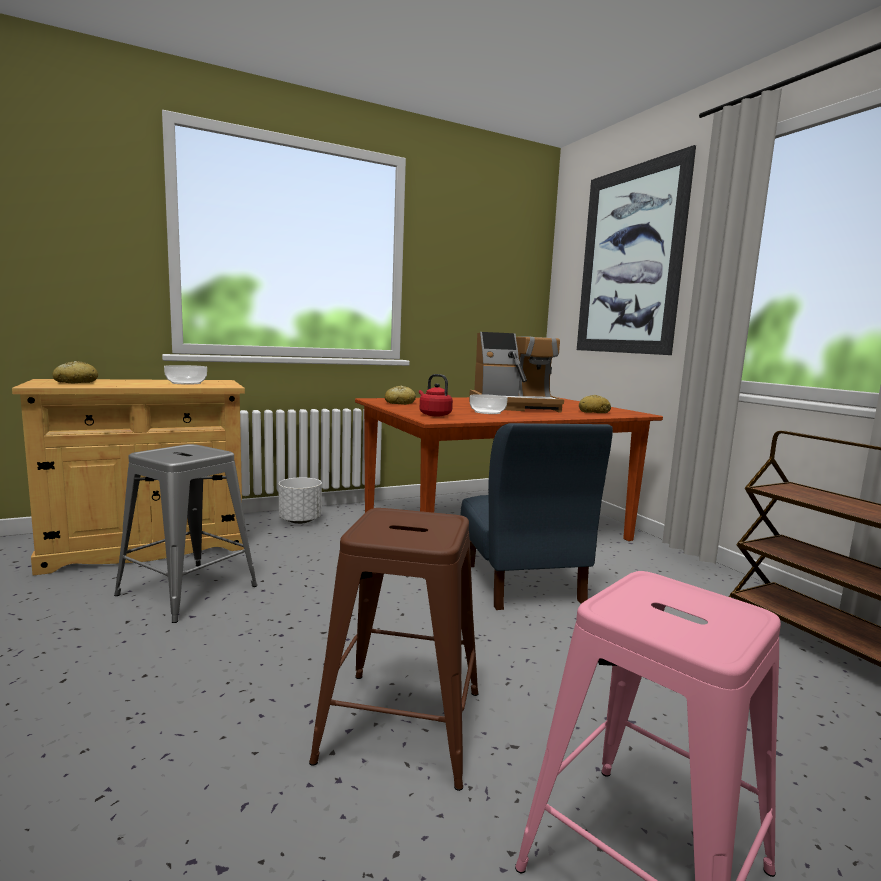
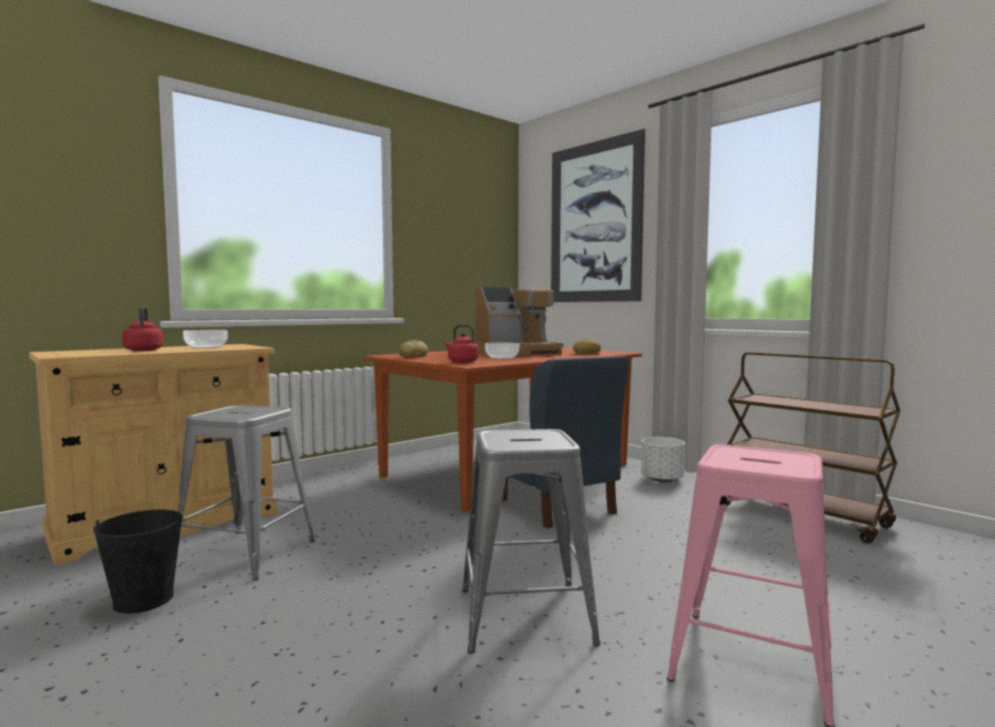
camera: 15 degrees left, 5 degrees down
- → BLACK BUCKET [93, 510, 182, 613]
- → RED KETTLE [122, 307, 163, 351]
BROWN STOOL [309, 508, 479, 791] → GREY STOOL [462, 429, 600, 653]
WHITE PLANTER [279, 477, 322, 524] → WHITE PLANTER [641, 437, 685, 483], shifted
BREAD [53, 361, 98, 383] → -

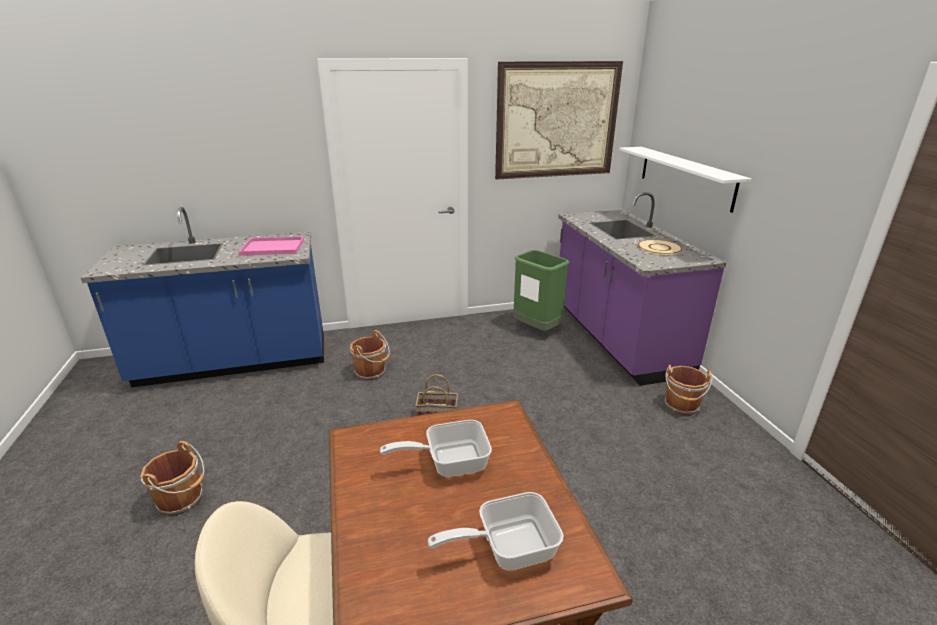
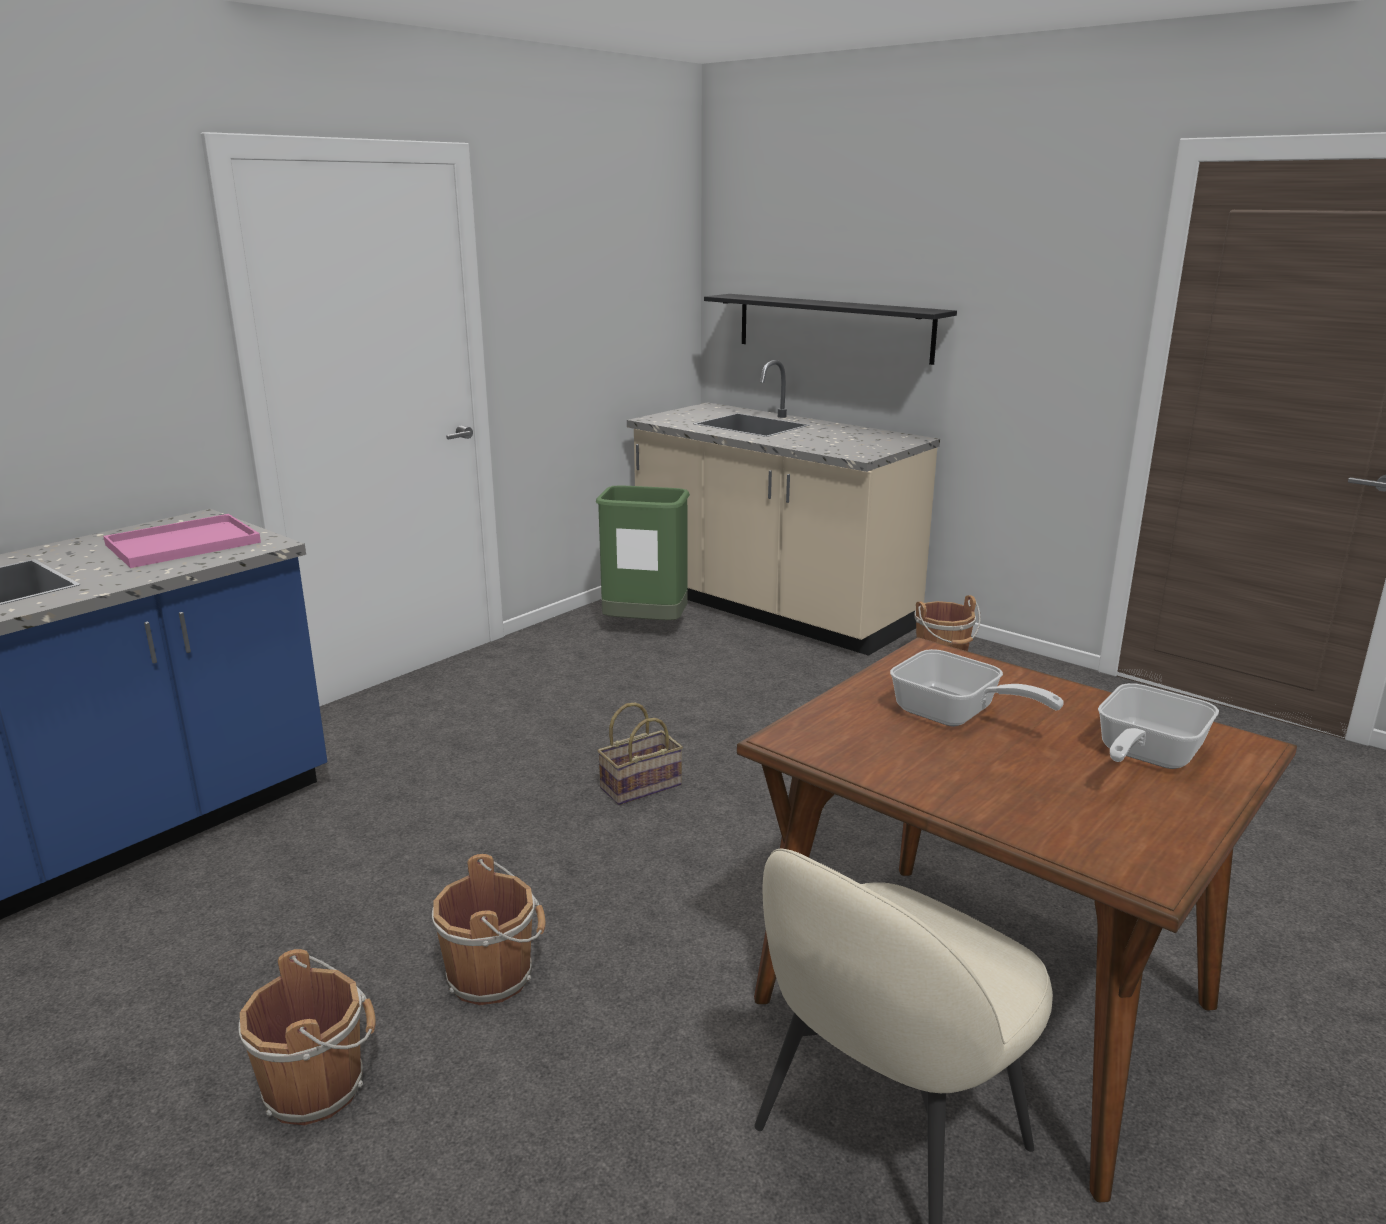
camera: 35 degrees left, 5 degrees down
BROWN BUCKET [350, 330, 390, 381] → BROWN BUCKET [432, 854, 546, 1005], shifted
PURPLE COUNTER [558, 192, 726, 386] → BEIGE COUNTER [627, 360, 940, 656]
WHITE SHELF [619, 147, 751, 213] → BLACK SHELF [704, 294, 957, 365]
FRYING PAN [380, 420, 492, 477] → FRYING PAN [890, 649, 1064, 727], 90 degrees counterclockwise
PICTURE [495, 61, 623, 180] → -
BEIGE PLATE [638, 239, 682, 255] → -

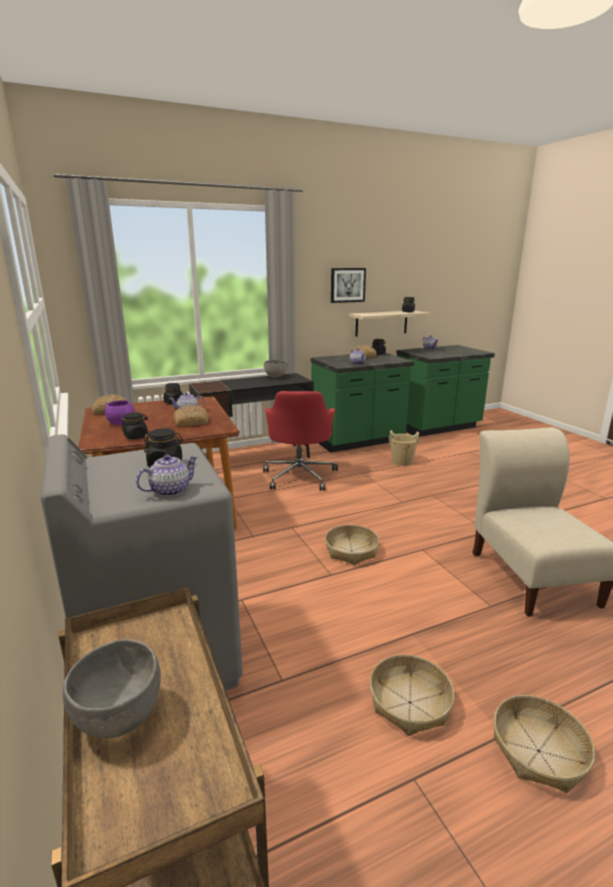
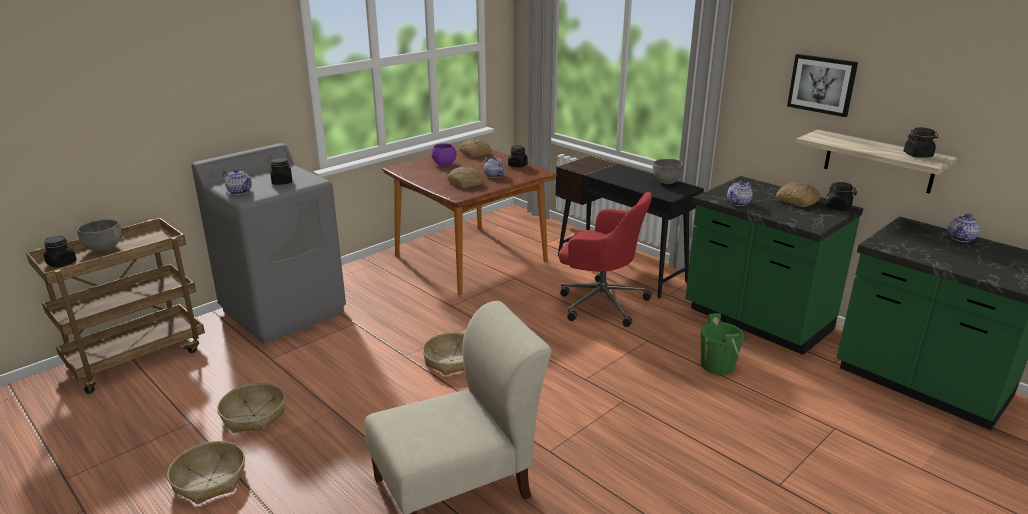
camera: 70 degrees right, 5 degrees up
BLACK JAR [121, 412, 148, 440] → BLACK JAR [44, 236, 77, 268], shifted
RED OFFICE CHAIR [263, 391, 338, 490] → RED OFFICE CHAIR [559, 192, 652, 327], 135 degrees counterclockwise
BEIGE BUCKET [389, 430, 420, 466] → GREEN BUCKET [701, 313, 744, 375]

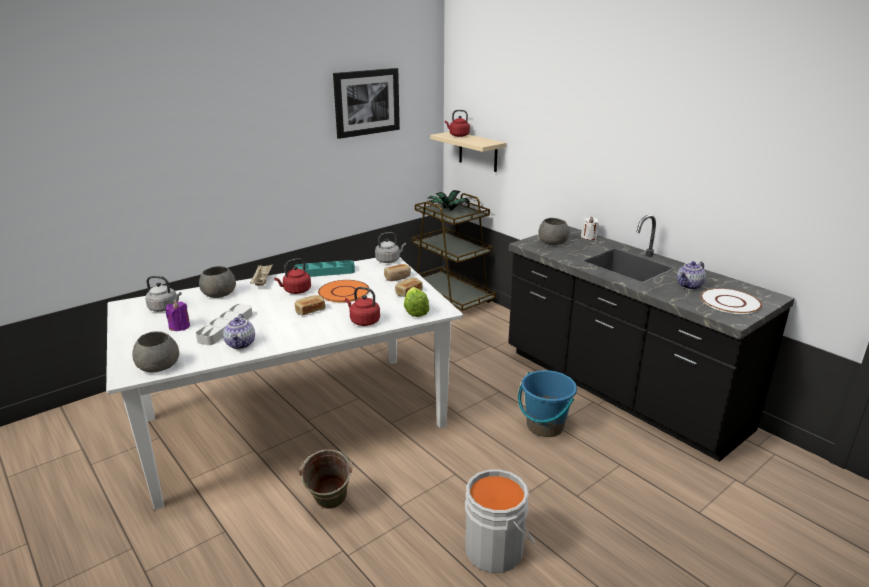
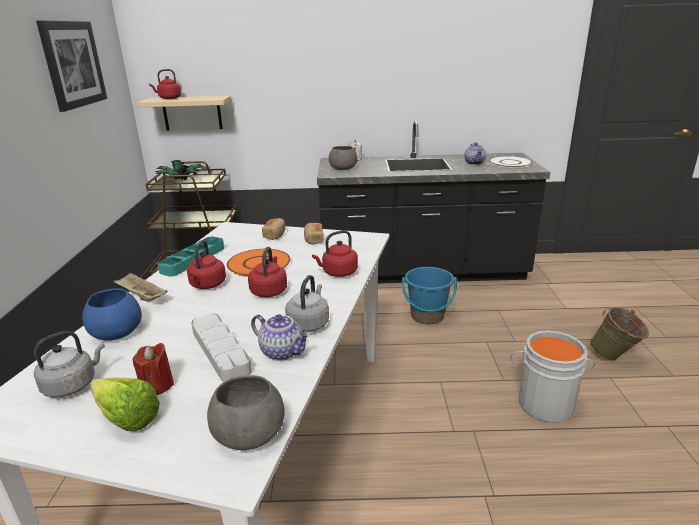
camera: 50 degrees left, 0 degrees up
GREY BOWL [199, 266, 236, 298] → BLUE BOWL [82, 288, 142, 341]
LETTUCE [404, 287, 430, 317] → LETTUCE [90, 378, 160, 431], shifted
PURPLE CANDLE [166, 301, 190, 331] → RED CANDLE [133, 343, 174, 395]
BREAD [295, 295, 326, 315] → RED KETTLE [248, 247, 287, 297]
GREY KETTLE [375, 232, 406, 263] → GREY KETTLE [285, 275, 329, 332], shifted
GREEN BUCKET [299, 449, 353, 509] → GREEN BUCKET [590, 307, 649, 361], shifted

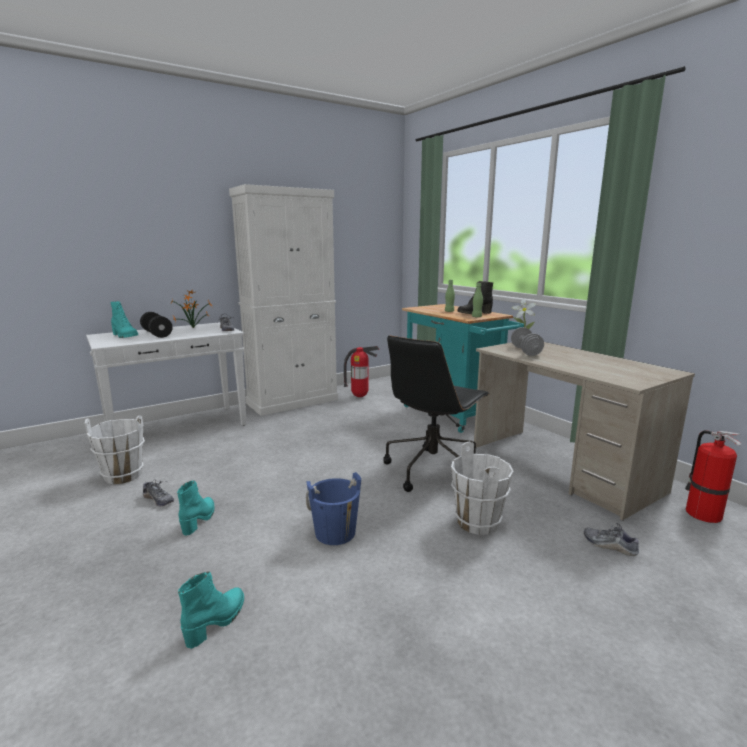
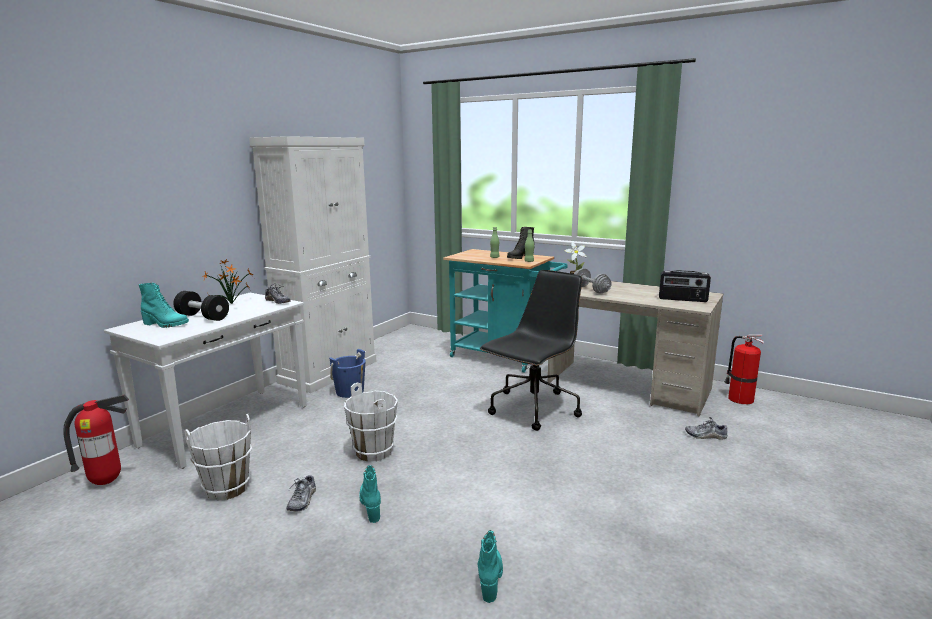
camera: 25 degrees left, 0 degrees up
FIRE EXTINGUISHER [344, 346, 379, 397] → FIRE EXTINGUISHER [64, 395, 129, 485], shifted
SHOE [143, 479, 174, 506] → SHOE [287, 473, 316, 511], 90 degrees clockwise
BLUE BUCKET [306, 472, 361, 545] → BLUE BUCKET [329, 349, 366, 398], shifted
WHITE BUCKET [451, 442, 514, 535] → WHITE BUCKET [344, 382, 398, 461], shifted
BLACK OFFICE CHAIR [383, 336, 490, 492] → BLACK OFFICE CHAIR [480, 270, 582, 431], 150 degrees counterclockwise
- → RADIO [659, 270, 711, 302]

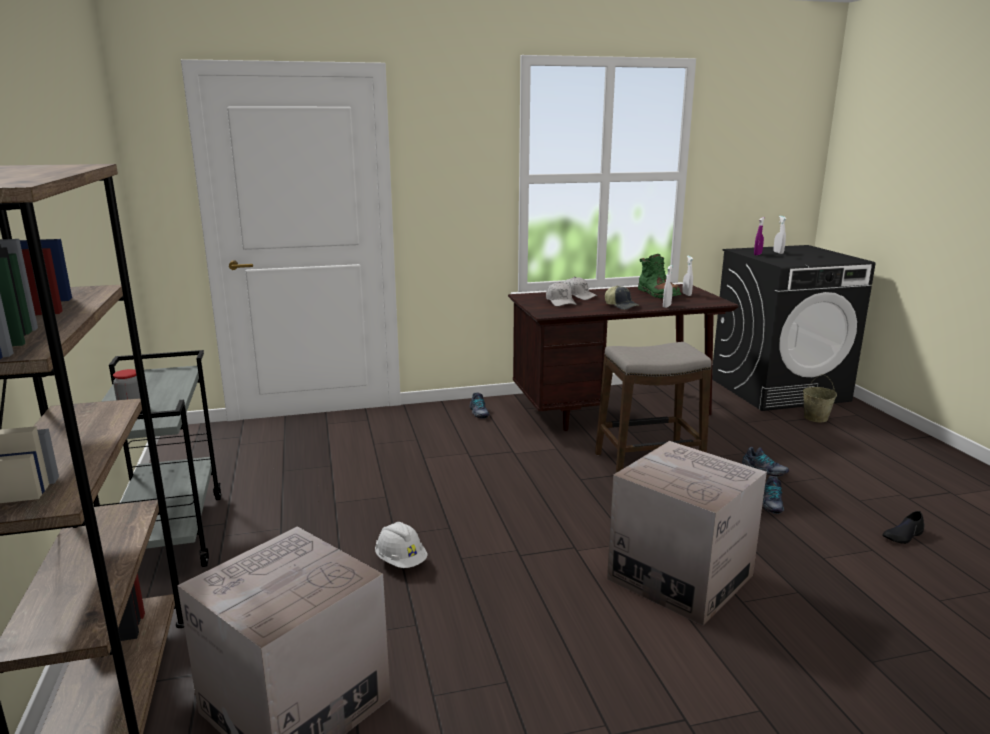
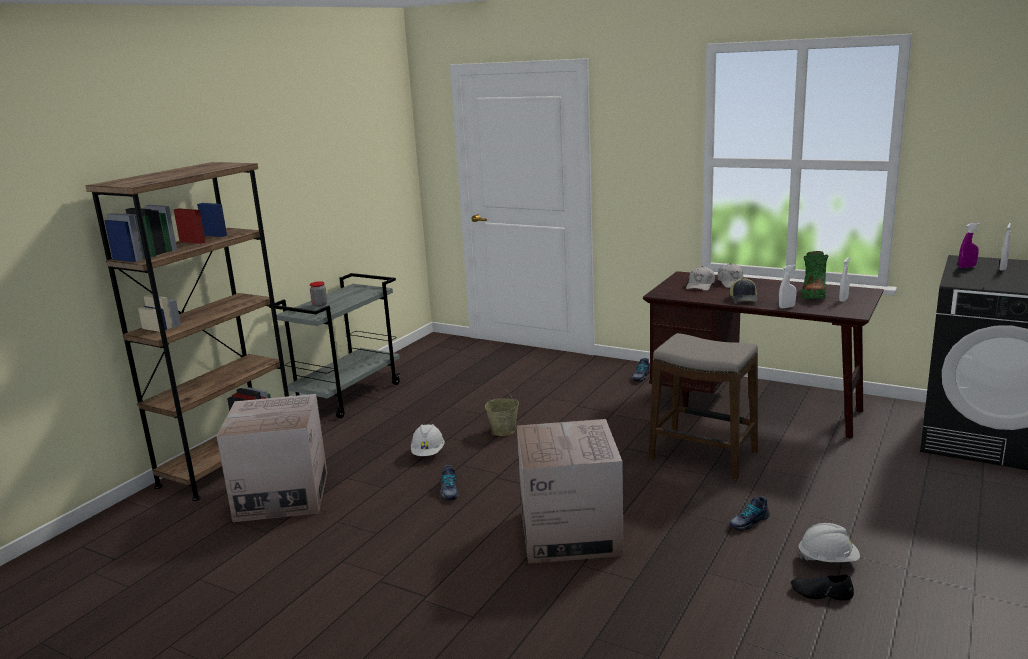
camera: 45 degrees right, 0 degrees up
SHOE [742, 447, 789, 476] → SHOE [440, 465, 459, 501], shifted
BEIGE BUCKET [803, 374, 837, 422] → BEIGE BUCKET [485, 386, 519, 436], shifted
- → WHITE HARD HAT [797, 523, 860, 562]

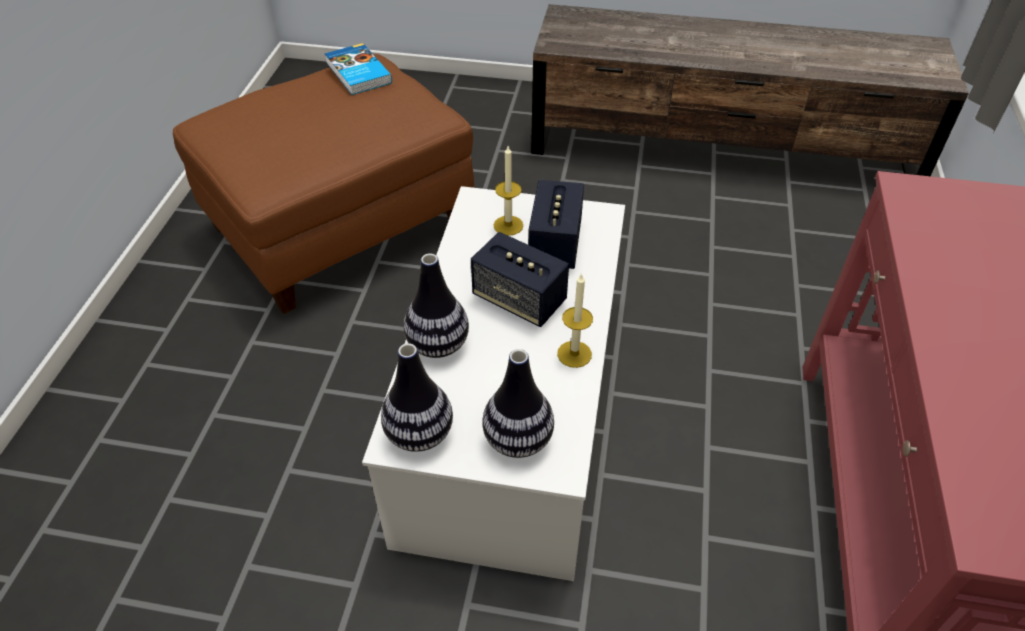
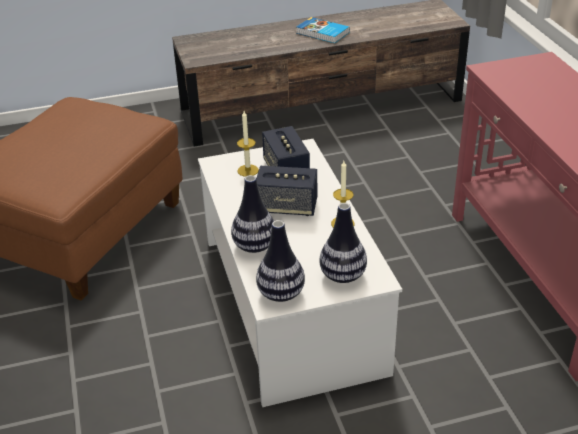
camera: 25 degrees left, 10 degrees down
BOOK [324, 43, 392, 95] → BOOK [297, 17, 350, 43], shifted

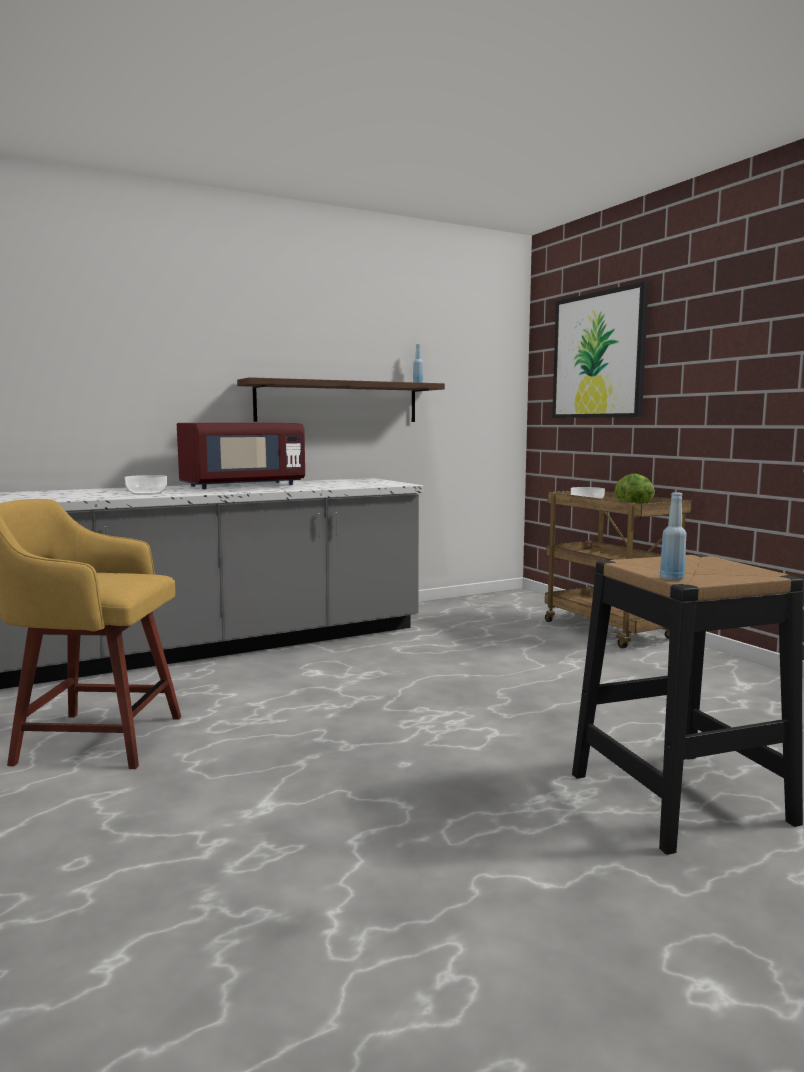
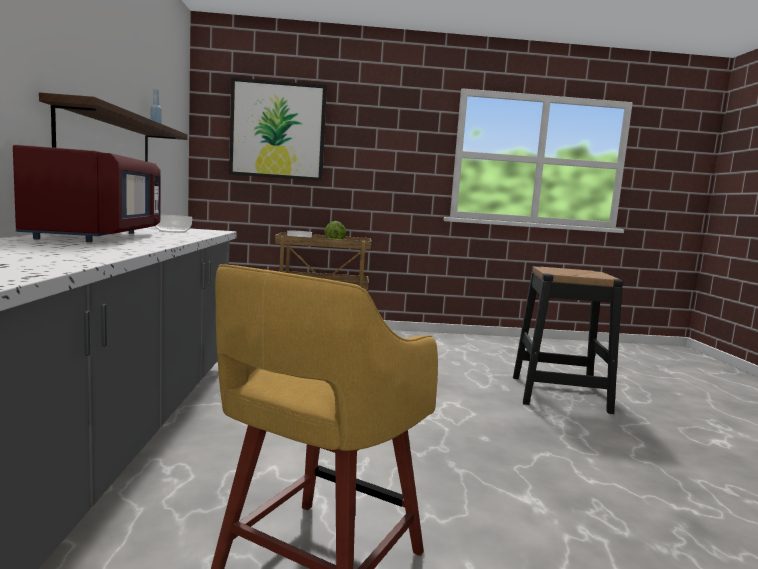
camera: 65 degrees left, 0 degrees up
BOWL [125, 475, 167, 495] → BOWL [155, 215, 192, 233], shifted
BLUE BOTTLE [660, 492, 687, 581] → -

